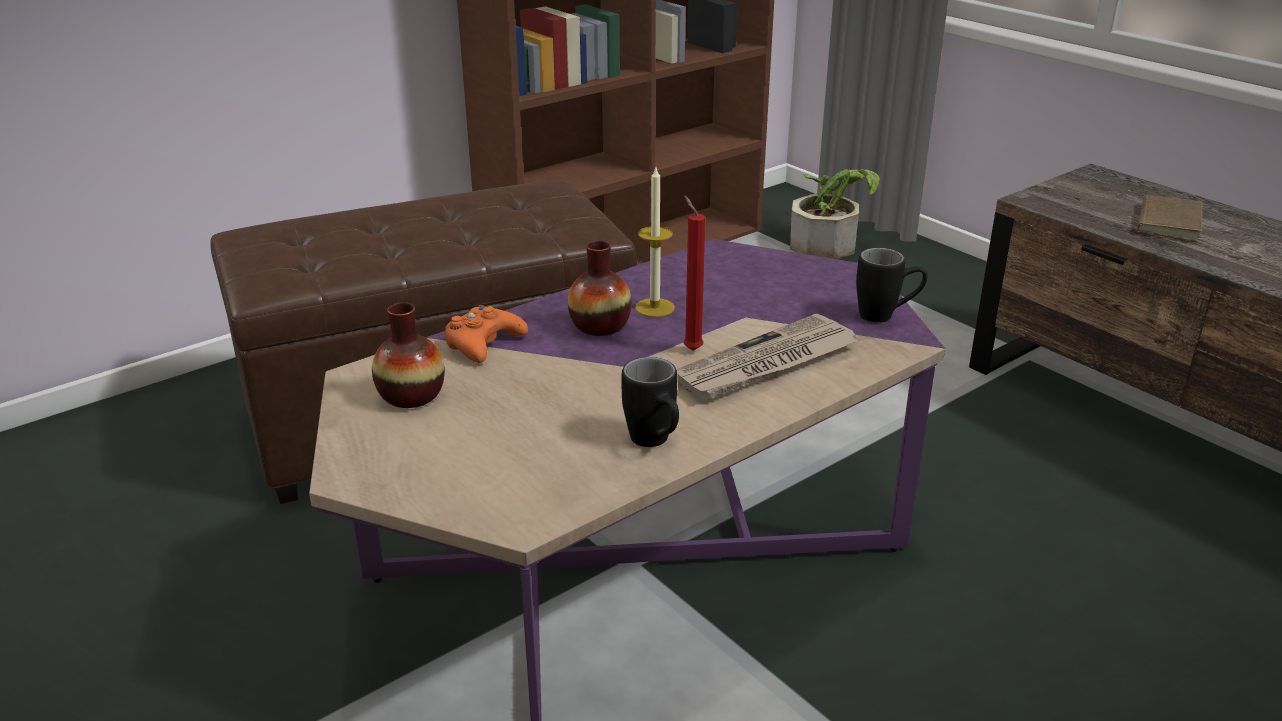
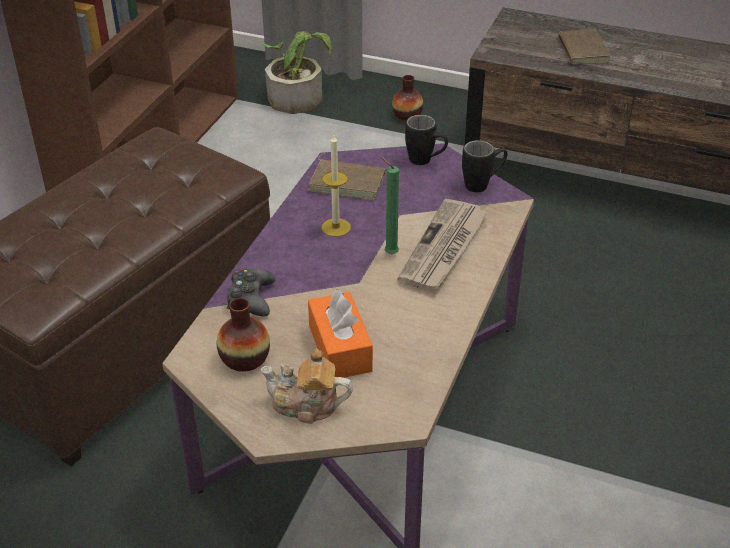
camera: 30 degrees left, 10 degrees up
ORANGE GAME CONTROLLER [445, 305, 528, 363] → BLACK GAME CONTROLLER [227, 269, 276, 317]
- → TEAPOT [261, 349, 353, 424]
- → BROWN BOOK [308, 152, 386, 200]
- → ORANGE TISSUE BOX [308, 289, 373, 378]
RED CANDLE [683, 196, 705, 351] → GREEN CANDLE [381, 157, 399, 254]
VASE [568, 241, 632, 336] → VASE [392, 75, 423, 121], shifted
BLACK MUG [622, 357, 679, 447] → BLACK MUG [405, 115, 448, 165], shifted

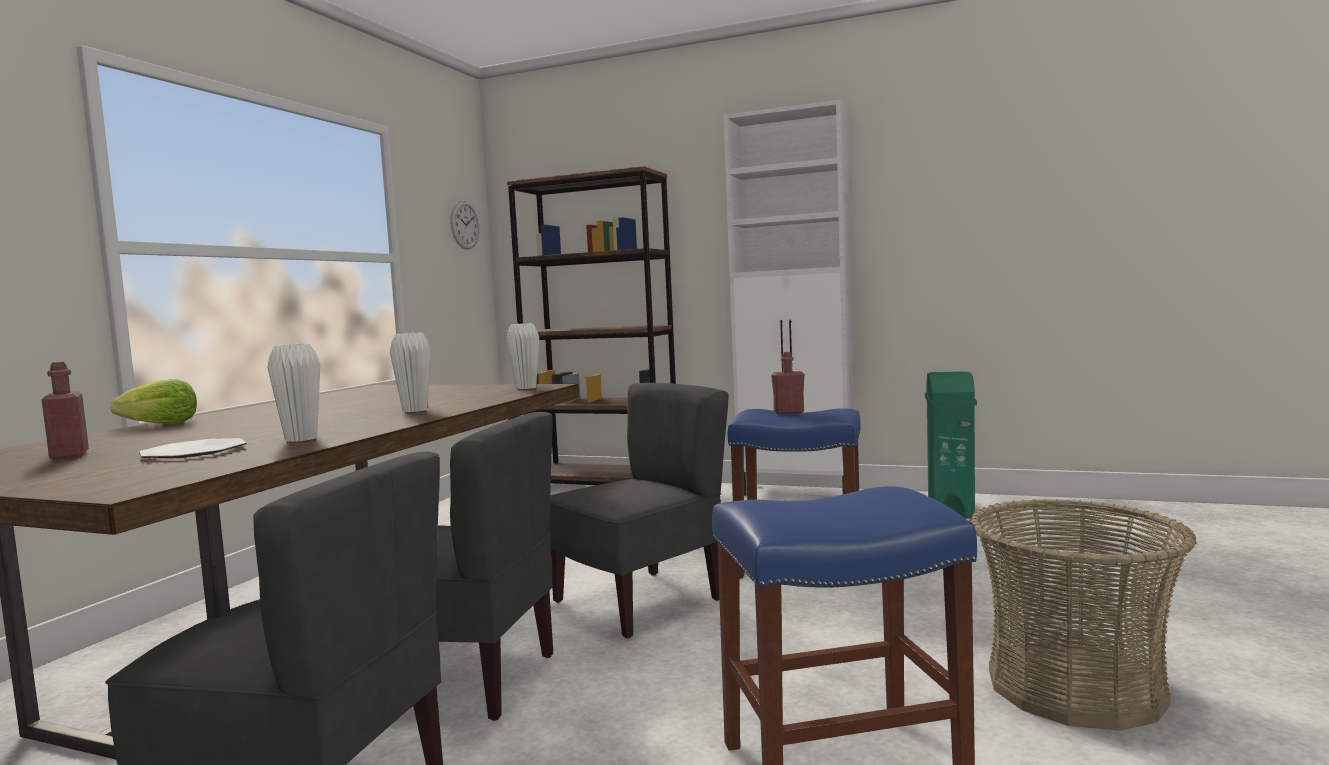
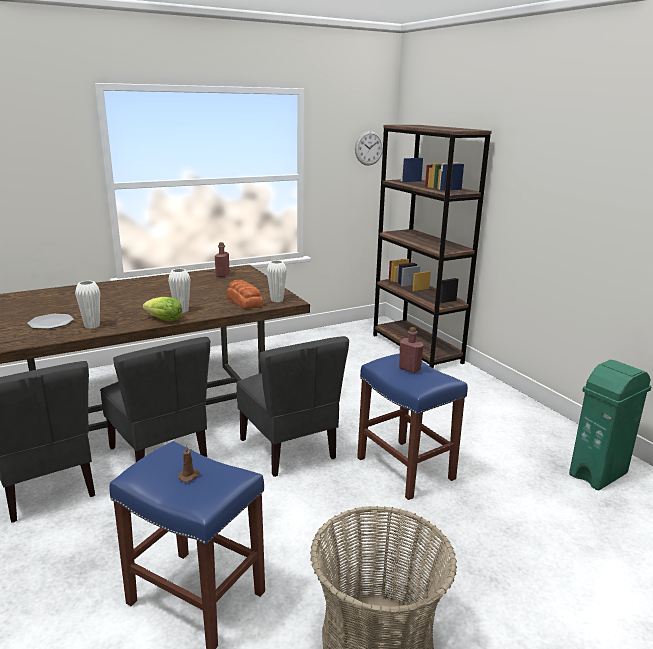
camera: 40 degrees right, 15 degrees up
LETTUCE [110, 379, 197, 424] → LETTUCE [143, 297, 182, 322], shifted
- → BROWN CANDLE [178, 445, 200, 482]
RED BOTTLE [42, 362, 89, 460] → RED BOTTLE [215, 242, 230, 277], shifted
- → BREAD [226, 280, 264, 309]
GREY CHAIR [549, 383, 729, 639] → GREY CHAIR [236, 336, 349, 477], 60 degrees clockwise
WHITE CABINET [723, 100, 855, 496] → -

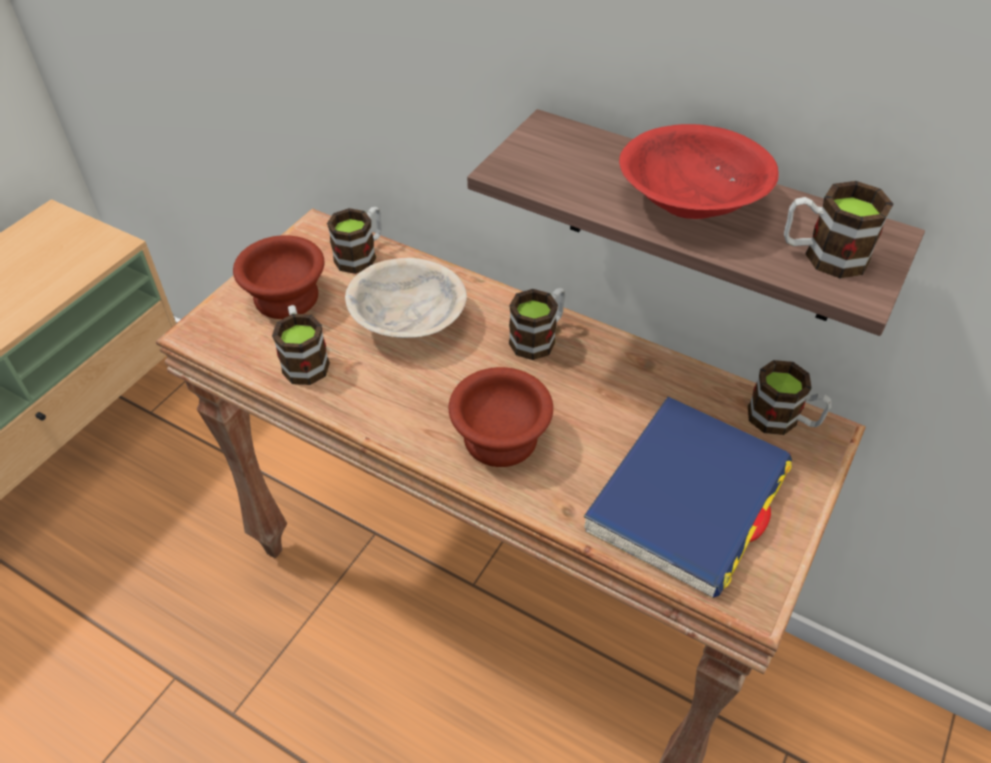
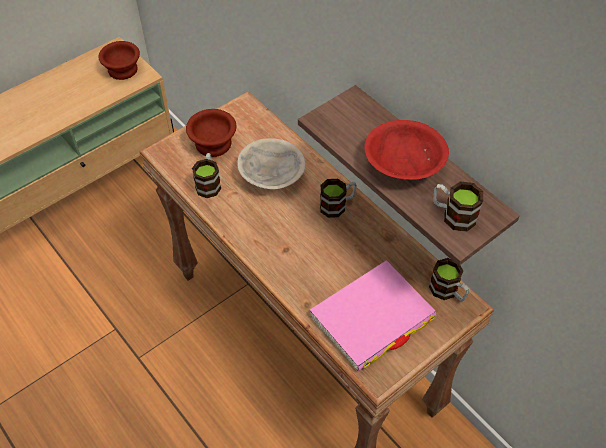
camera: 20 degrees right, 5 degrees up
BROWN BOWL [448, 367, 553, 467] → BROWN BOWL [98, 41, 140, 80], shifted
BLUE BOOK [584, 396, 792, 598] → PINK BOOK [310, 260, 436, 371]
MUG [327, 207, 382, 274] → -

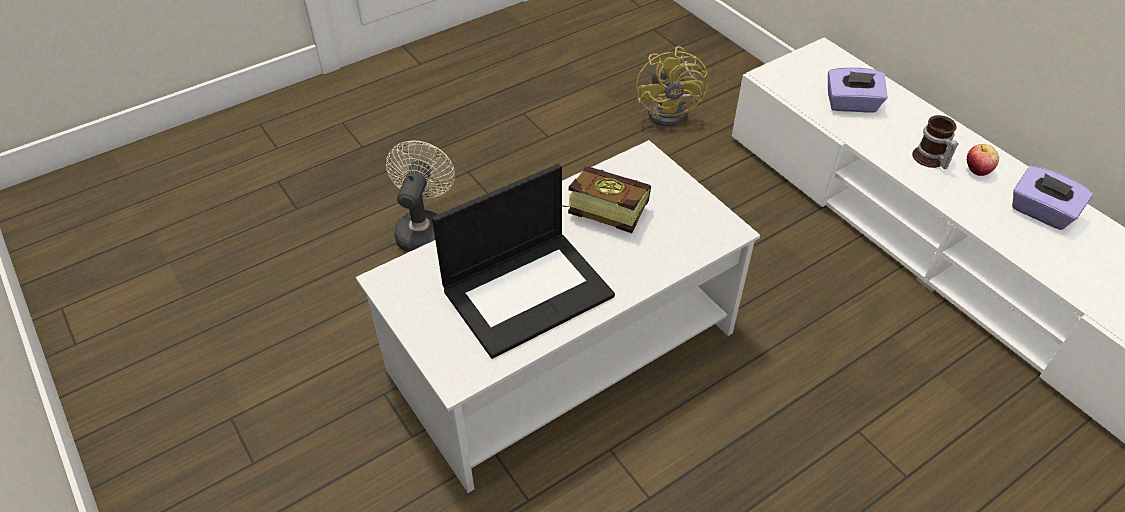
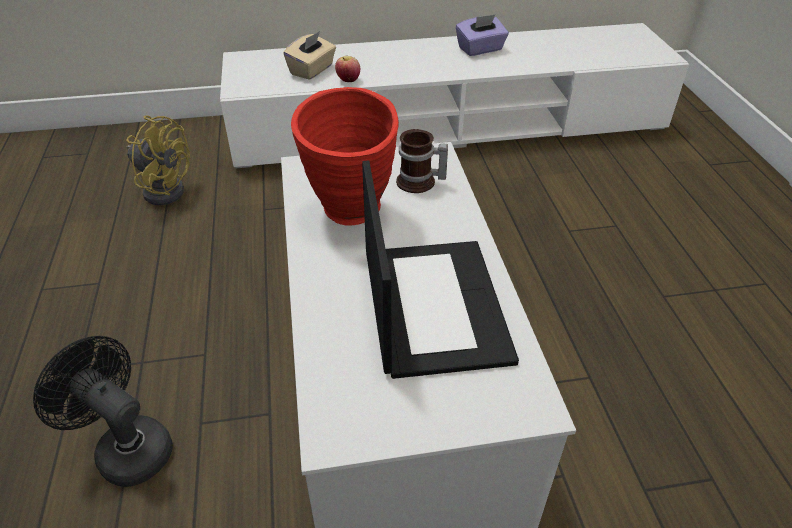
camera: 65 degrees left, 5 degrees down
BEIGE FAN [386, 141, 455, 252] → BLACK FAN [33, 336, 173, 487]
PURPLE TISSUE BOX [828, 67, 887, 113] → BEIGE TISSUE BOX [283, 31, 336, 80]
BOOK [562, 167, 651, 233] → RED VASE [291, 87, 399, 225]
APPLE [967, 144, 999, 176] → APPLE [335, 56, 360, 82], shifted
MUG [912, 115, 959, 169] → MUG [396, 129, 448, 193], shifted

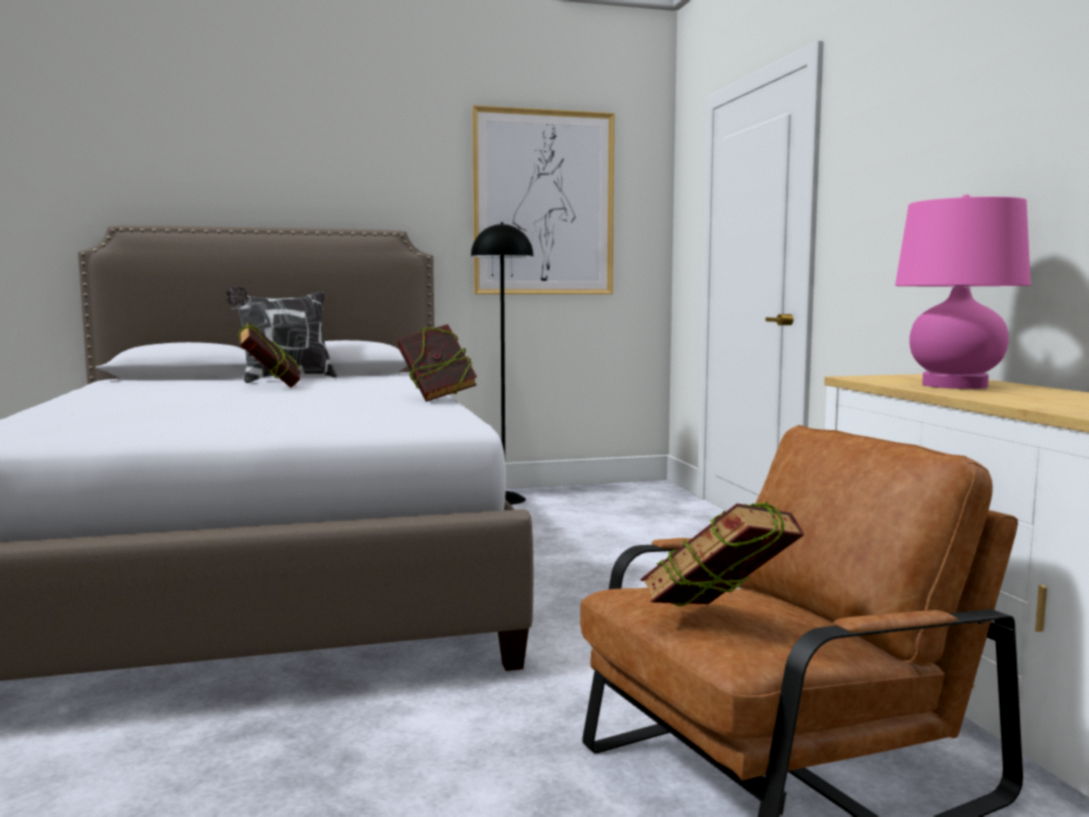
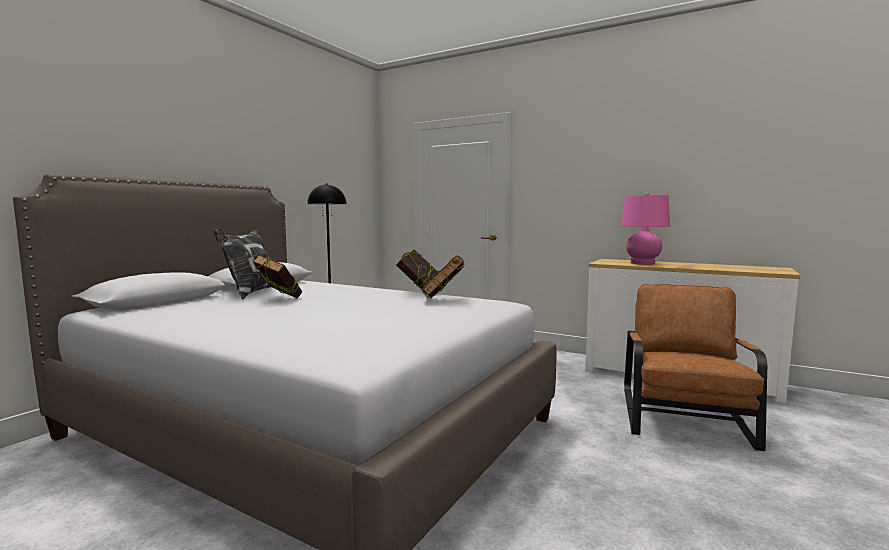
camera: 45 degrees left, 0 degrees up
BOOK [640, 501, 804, 606] → BOOK [422, 255, 465, 298], shifted
PICTURE [472, 105, 615, 294] → -

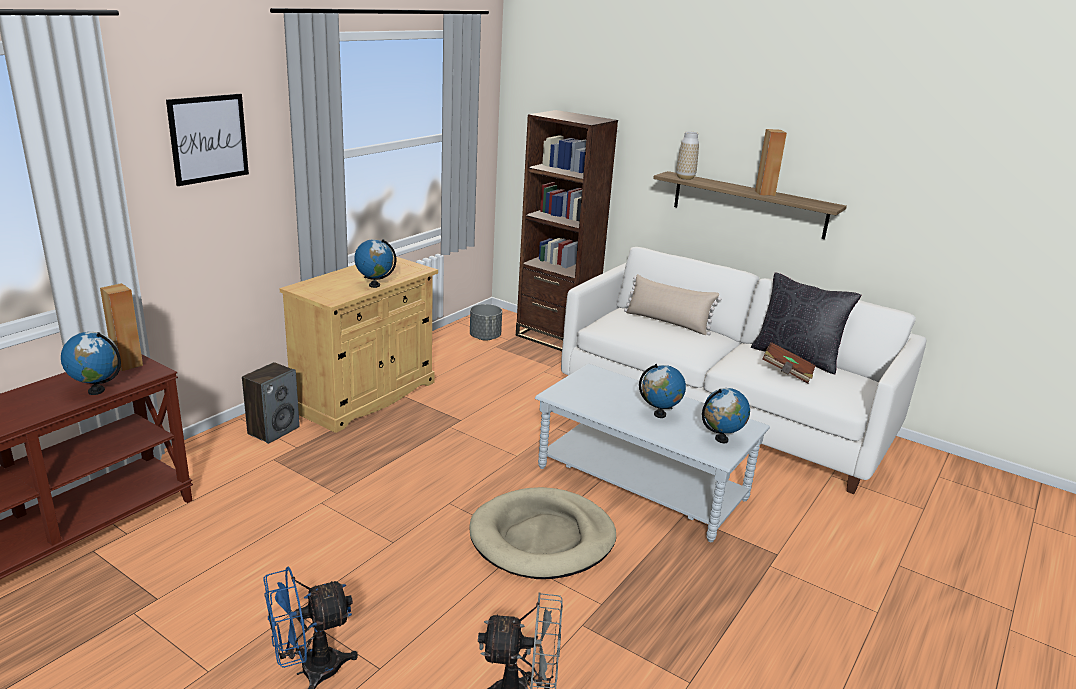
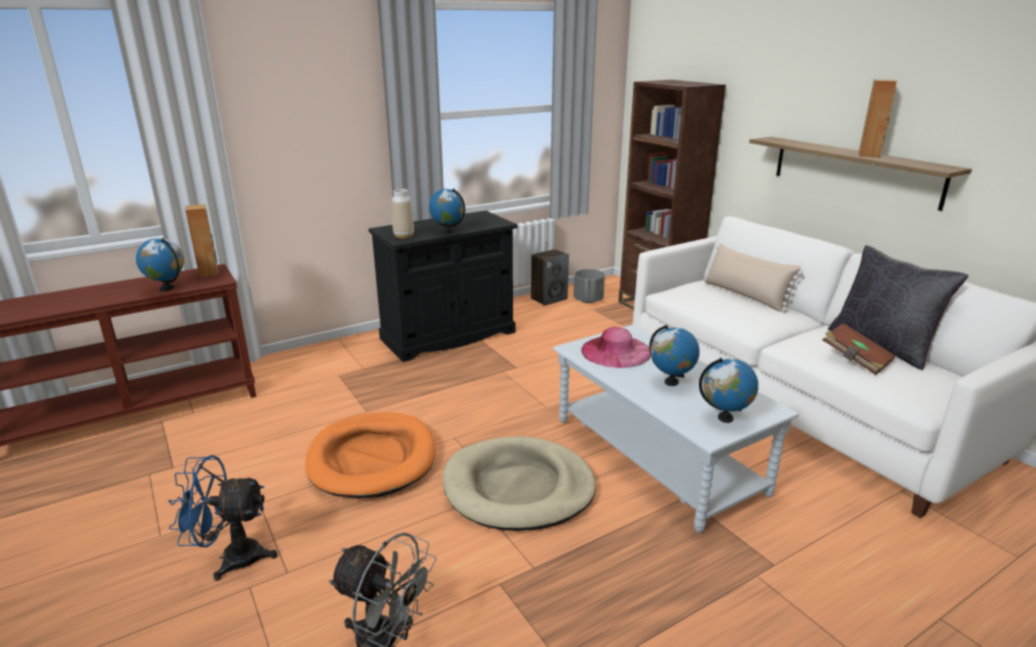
camera: 25 degrees right, 0 degrees up
- → ORANGE DOG BED [305, 412, 436, 498]
BEIGE CABINET [280, 256, 438, 433] → BLACK CABINET [369, 210, 518, 362]
VASE [676, 131, 699, 180] → VASE [392, 189, 414, 239], shifted
SPEAKER [242, 362, 300, 444] → SPEAKER [531, 249, 569, 306], shifted
- → PINK HAT [581, 327, 651, 368]
PICTURE [166, 94, 249, 186] → -

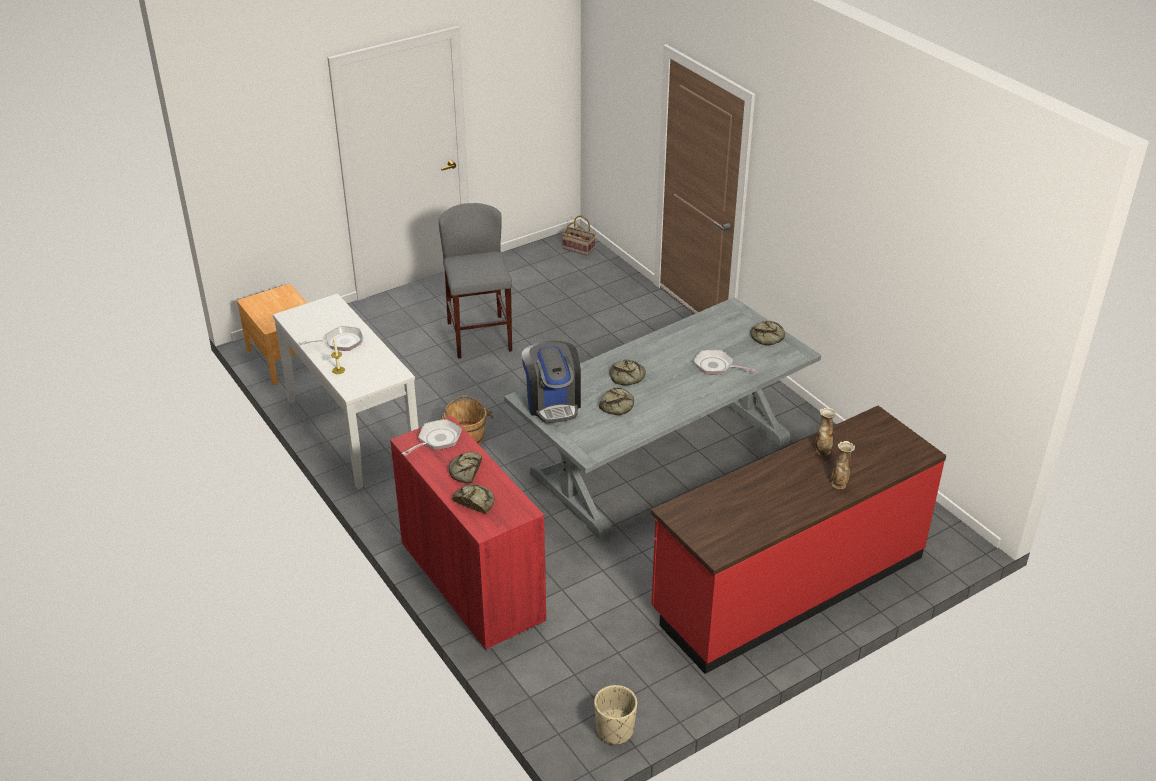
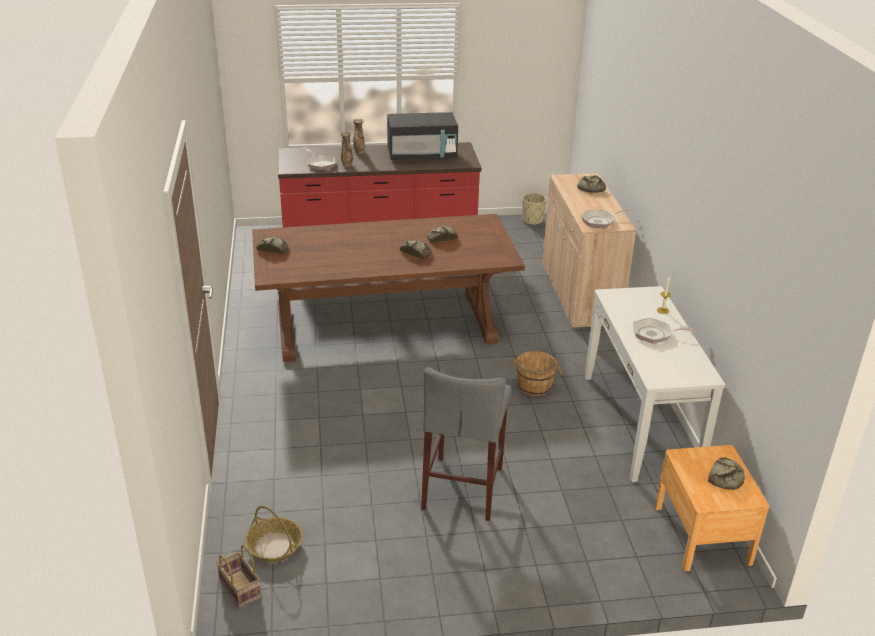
camera: 155 degrees left, 5 degrees down
- → BASKET [245, 506, 303, 562]
GREY DINING TABLE [504, 297, 821, 540] → BROWN DINING TABLE [252, 214, 525, 362]
FRYING PAN [693, 350, 756, 375] → FRYING PAN [303, 147, 335, 170], shifted
- → BLACK MICROWAVE [387, 112, 458, 160]
RED CABINET [390, 416, 546, 651] → BEIGE CABINET [542, 173, 636, 329]
BREAD [449, 451, 482, 483] → BREAD [708, 457, 745, 490], shifted
COFFEE MACHINE [522, 341, 581, 423] → -

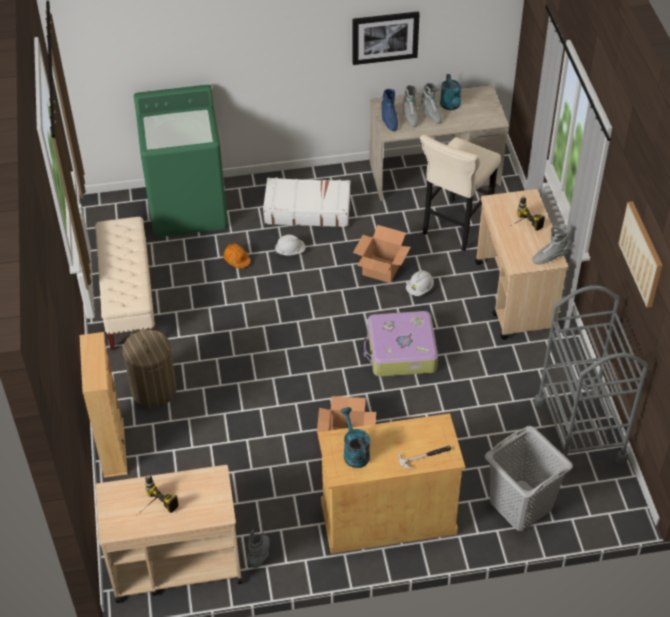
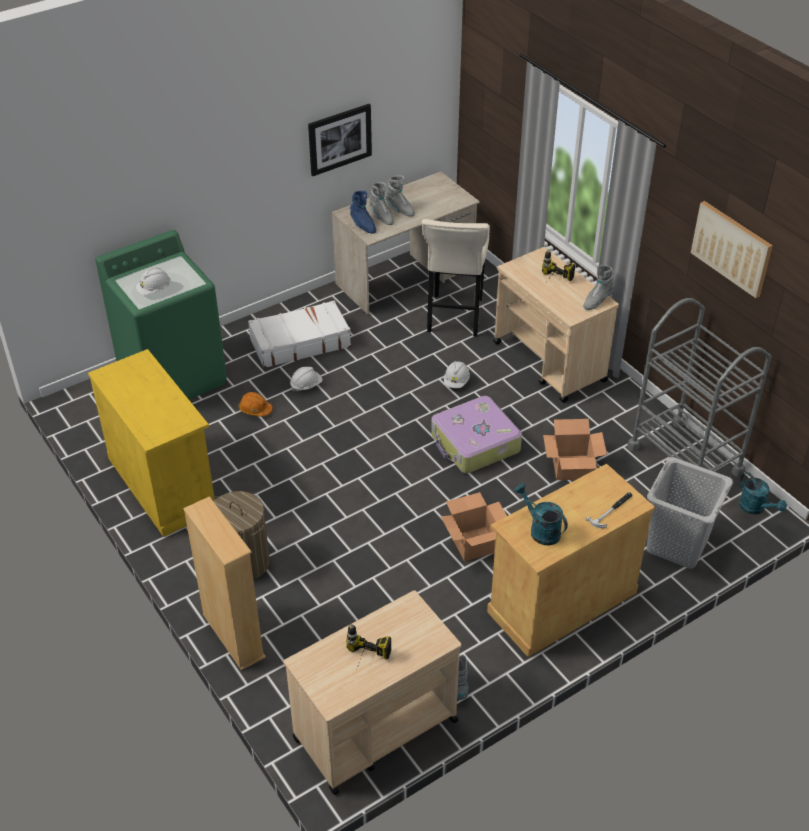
camera: 25 degrees left, 5 degrees down
BEIGE BENCH [95, 217, 155, 350] → YELLOW CABINET [88, 349, 216, 537]
- → WHITE HARD HAT [136, 268, 171, 295]
CARDBOARD BOX [353, 225, 411, 283] → CARDBOARD BOX [543, 419, 607, 480], shifted
TURQUOISE WATERING CAN [440, 74, 461, 110] → TURQUOISE WATERING CAN [739, 472, 787, 515], shifted

